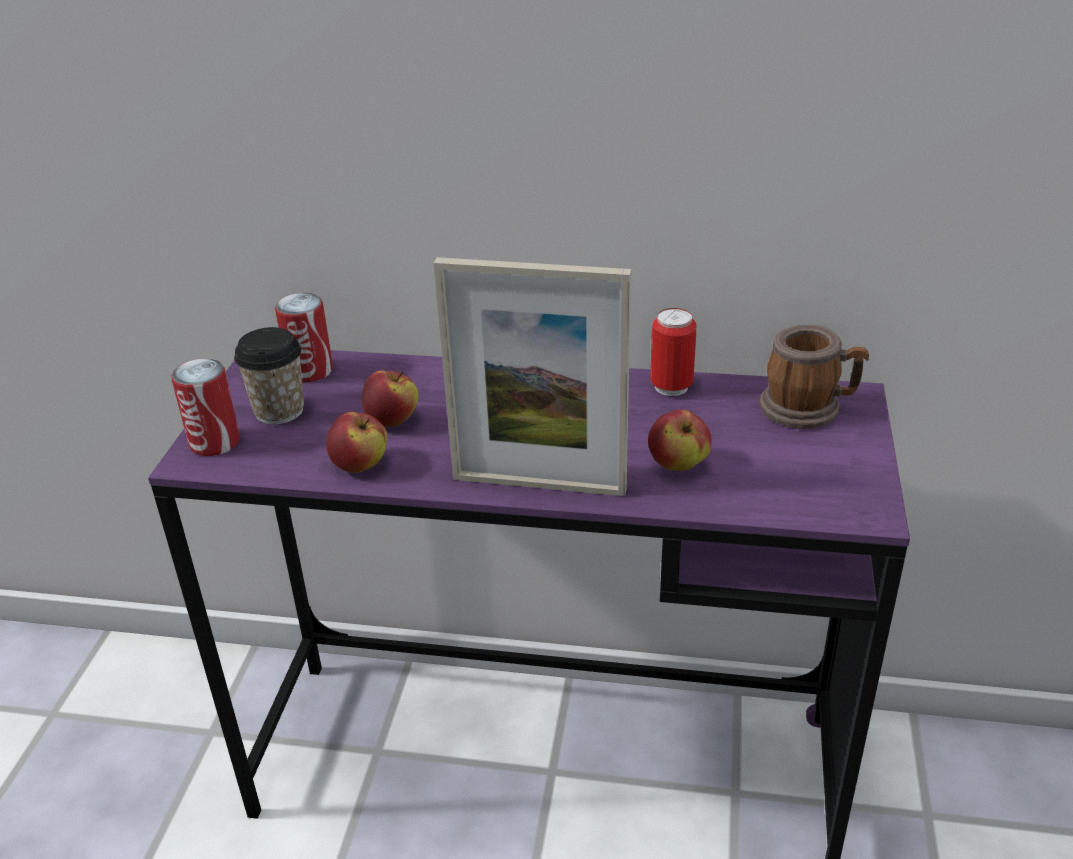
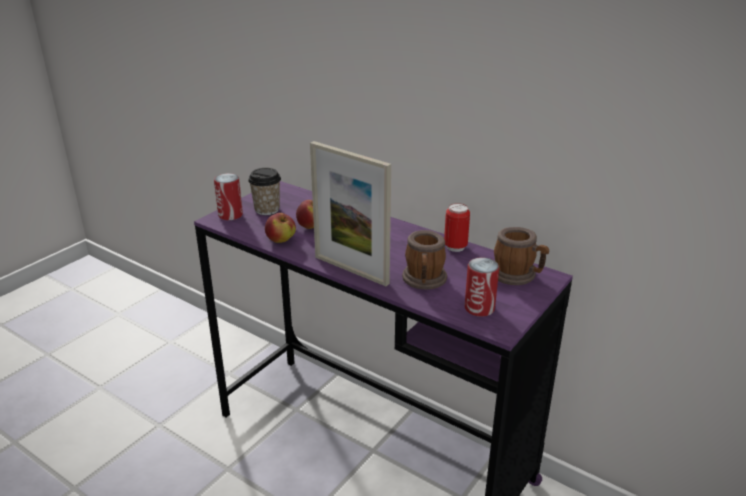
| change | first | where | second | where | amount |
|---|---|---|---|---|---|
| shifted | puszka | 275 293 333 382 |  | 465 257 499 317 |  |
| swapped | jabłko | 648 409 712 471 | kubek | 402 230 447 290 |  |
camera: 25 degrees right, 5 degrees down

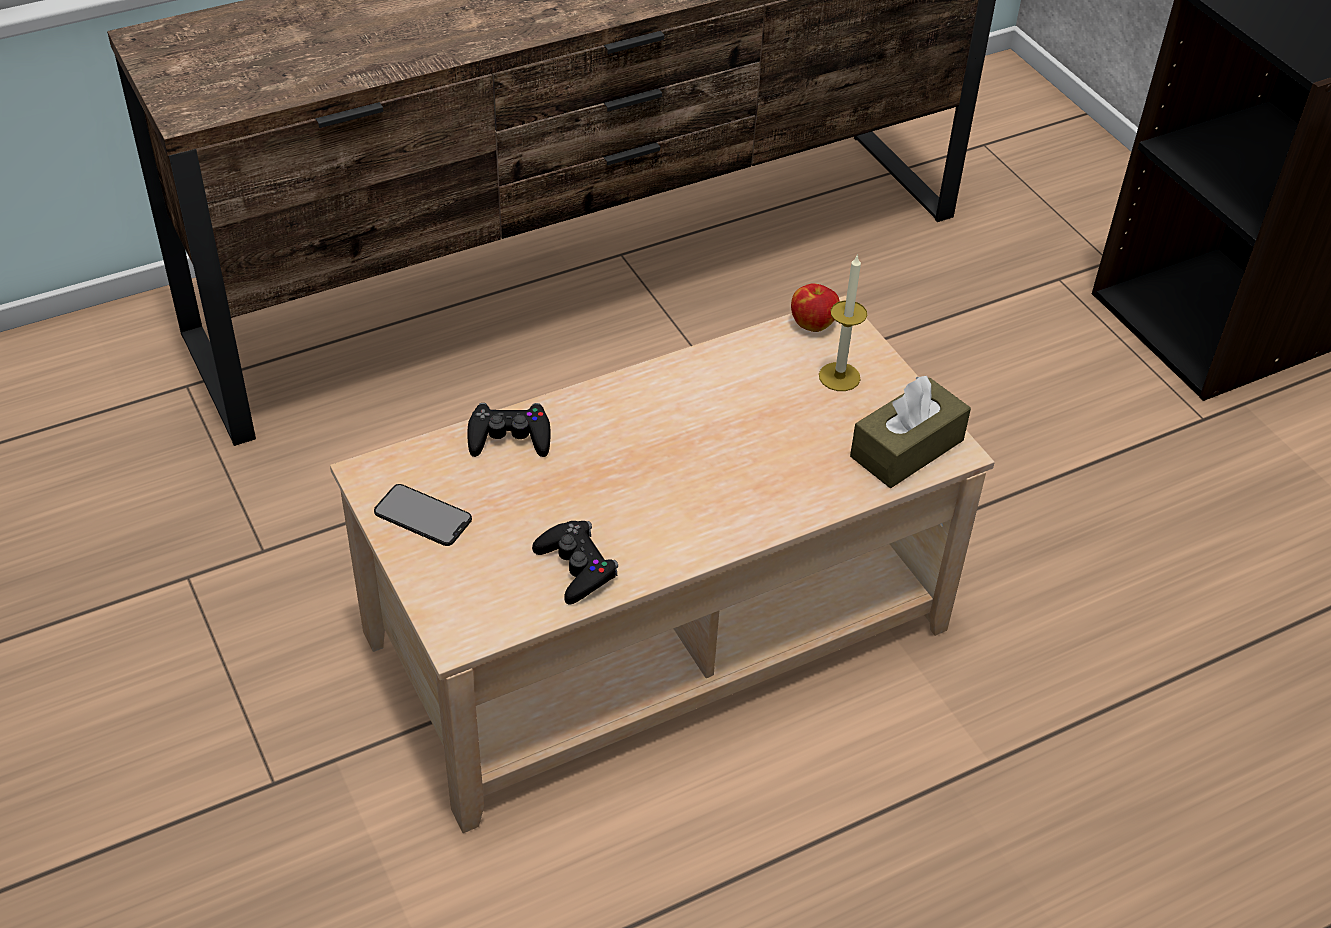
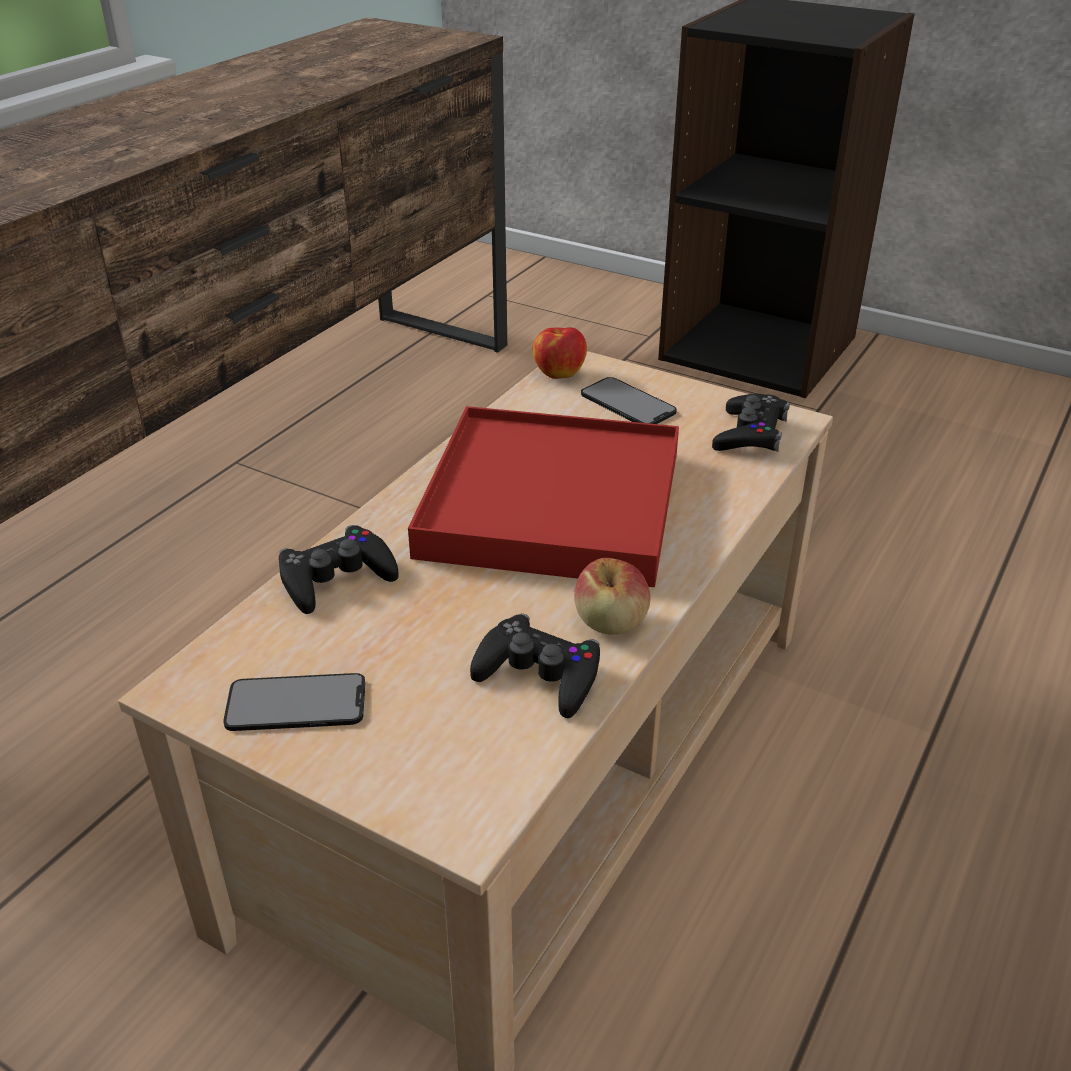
| change | first | where | second | where | amount |
|---|---|---|---|---|---|
| swapped | świeca | 819 254 867 391 | telefon | 581 377 677 424 |  |
| swapped | pudełko chusteczek (brązowy) | 850 376 971 488 | pad do gier (czarny) | 712 394 790 452 |  |
| new |  |  | taca (czerwony) | 408 406 679 587 |  |
| new |  |  | jabłko | 574 558 650 635 |  |
camera: 30 degrees left, 10 degrees down

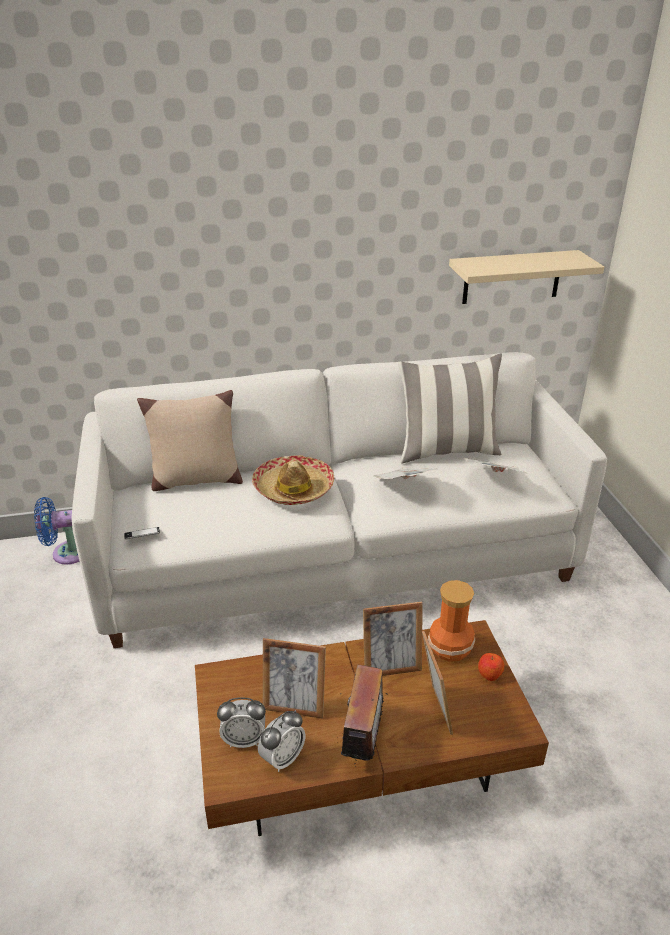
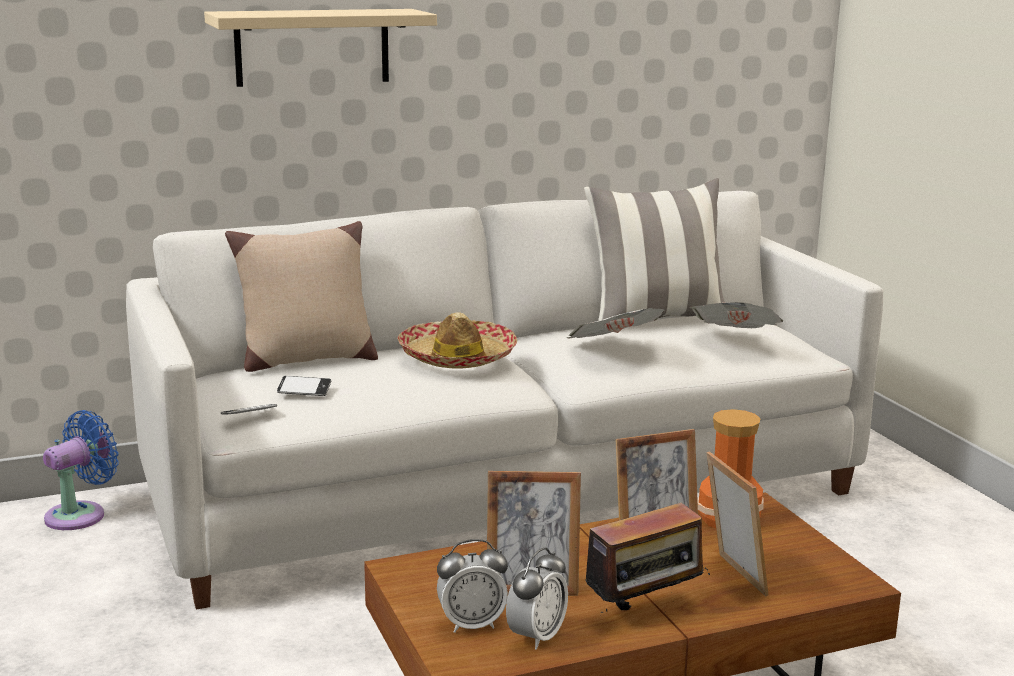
| change | first | where | second | where | amount |
|---|---|---|---|---|---|
| rotated | wentylator (niebieski) | 34 497 80 565 |  | 43 410 119 530 | 150 degrees clockwise |
| rotated | radio | 340 665 398 767 |  | 576 496 710 613 | 60 degrees clockwise |
| shifted | półka (beżowy) | 449 250 604 304 |  | 204 9 437 87 |  |
| gone | jabłko | 478 653 505 681 |  |  |  |
| new |  |  | telefon | 277 376 331 396 |  |
camera: 10 degrees left, 15 degrees down

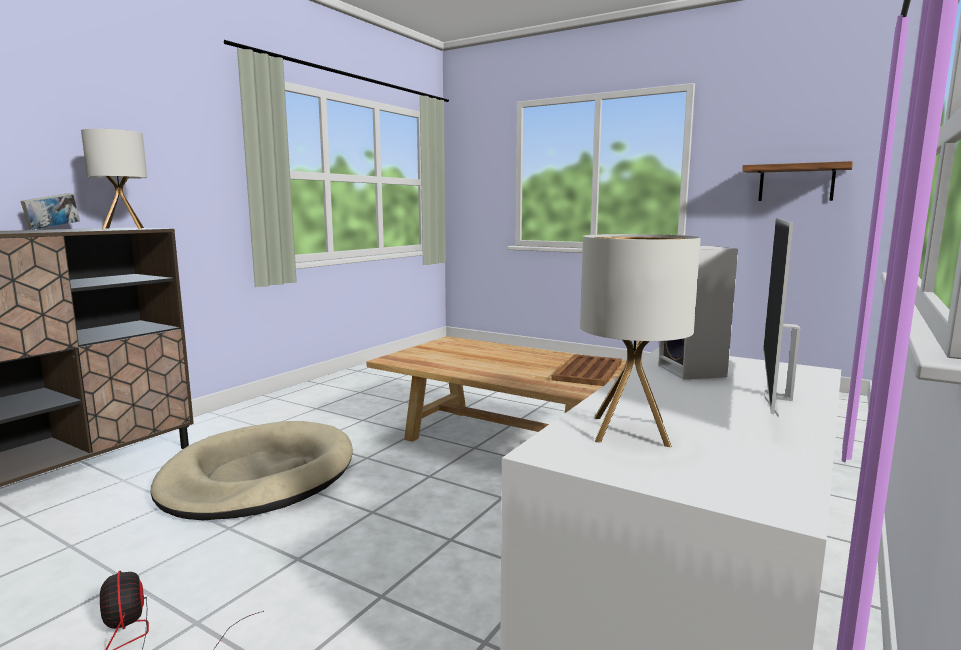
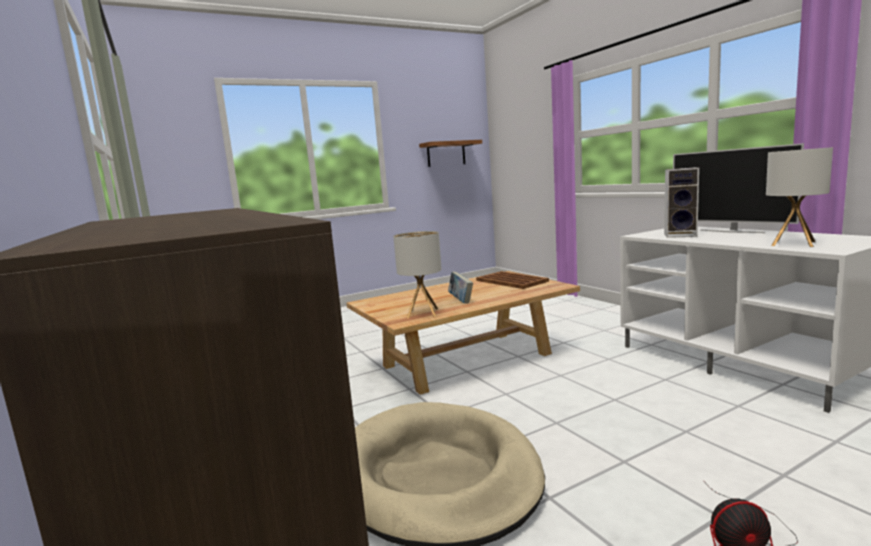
| change | first | where | second | where | amount |
|---|---|---|---|---|---|
| shifted | książka | 20 193 80 230 |  | 448 272 473 304 |  |
| shifted | lampa stołowa | 81 129 147 229 |  | 393 231 442 318 |  |
camera: 60 degrees left, 0 degrees up

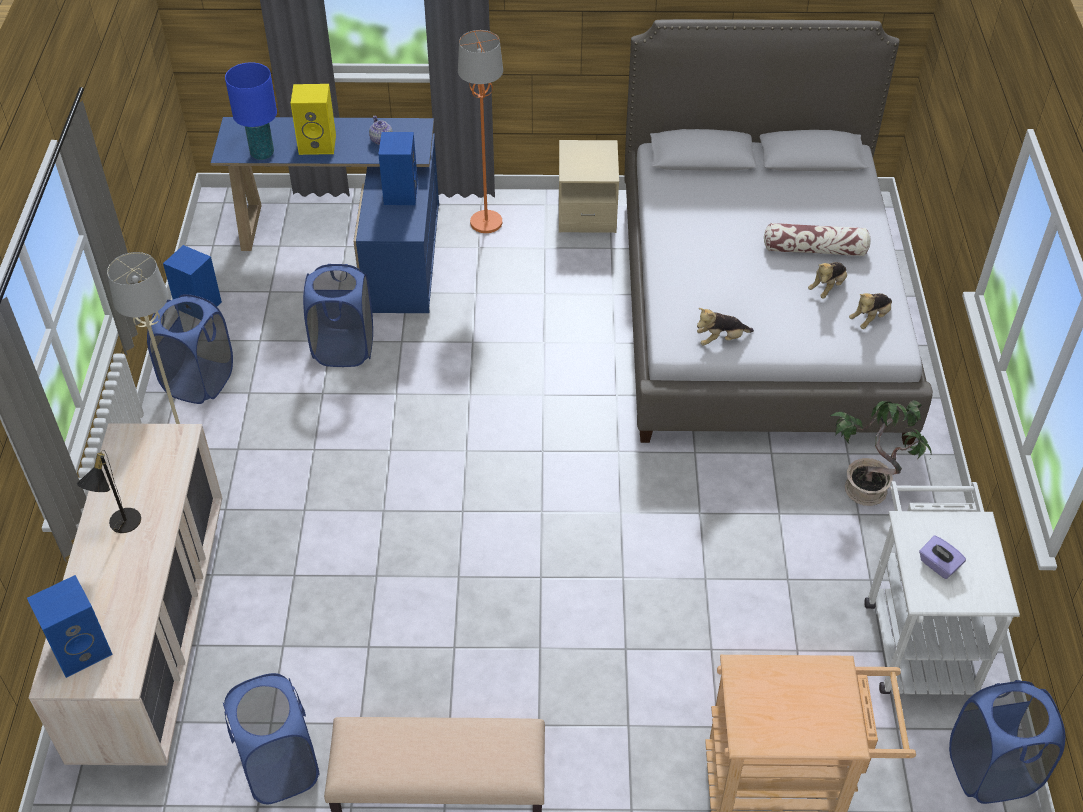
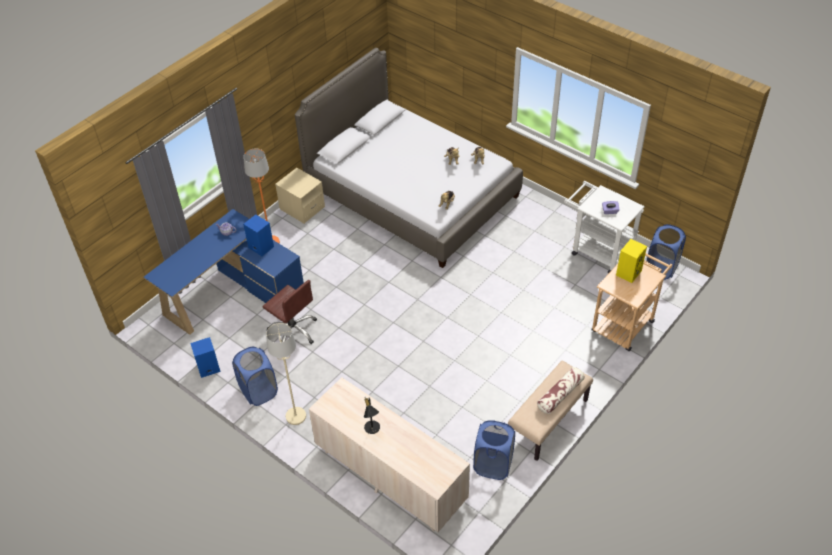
| change | first | where | second | where | amount |
|---|---|---|---|---|---|
| gone | głośnik (niebieski) | 27 575 113 678 |  |  |  |
| gone | lampa stołowa (niebieski) | 225 62 277 160 |  |  |  |
| shifted | głośnik (żółty) | 291 84 336 155 |  | 616 239 647 283 |  |
| swapped | kosz na pranie (niebieski) | 303 264 373 367 | krzesło biurowe (brązowy) | 262 280 317 344 |  |
| shifted | poduszka | 764 223 871 256 |  | 537 367 585 414 |  |
| gone | roślina doniczkowa | 829 400 931 506 |  |  |  |
camera: 50 degrees left, 0 degrees up

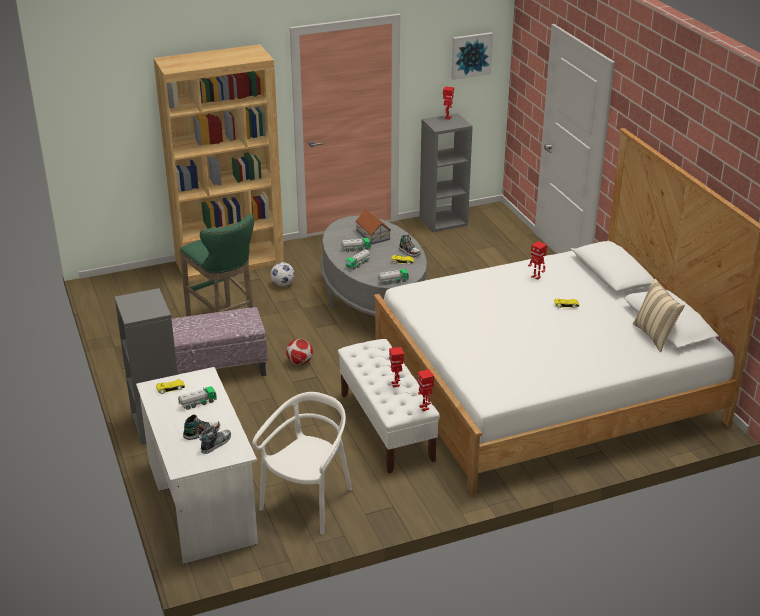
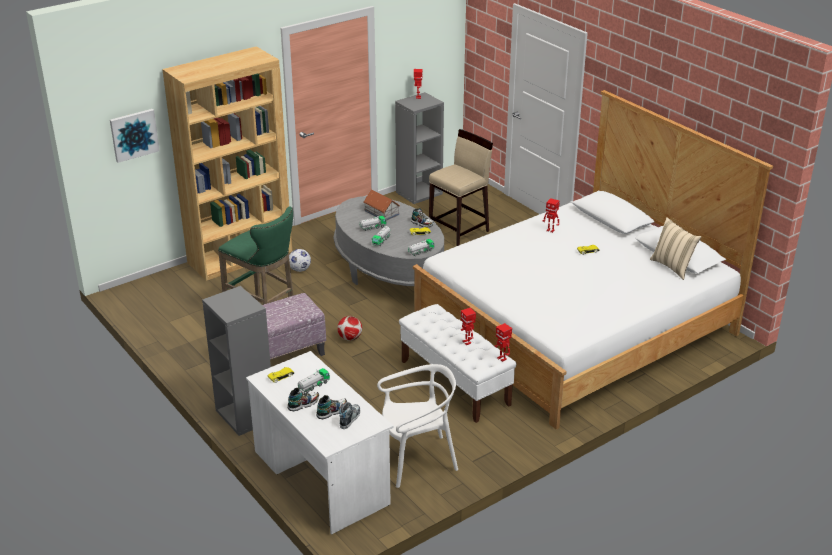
| change | first | where | second | where | amount |
|---|---|---|---|---|---|
| rotated | krzesło (biały) | 252 392 352 534 |  | 377 364 458 488 | 60 degrees clockwise |
| shifted | obraz | 451 32 493 80 |  | 110 109 160 163 |  |
| new |  |  | but | 287 388 319 411 |  |
| new |  |  | stołek (beżowy) | 429 129 493 246 |  |
camera: 15 degrees left, 0 degrees up

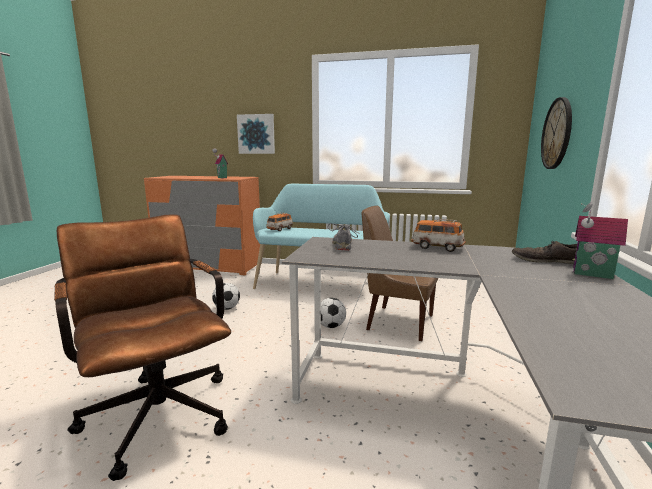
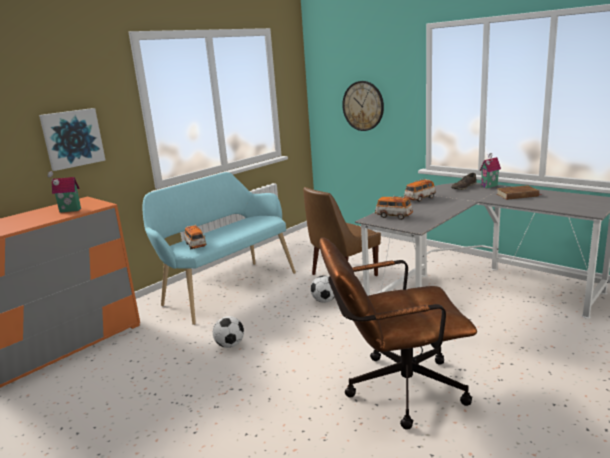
| change | first | where | second | where | amount |
|---|---|---|---|---|---|
| swapped | but (szary) | 328 223 362 251 | samochodzik | 375 196 413 220 |  |
| new |  |  | książka (brązowy) | 496 185 542 200 |  |
camera: 60 degrees left, 5 degrees up

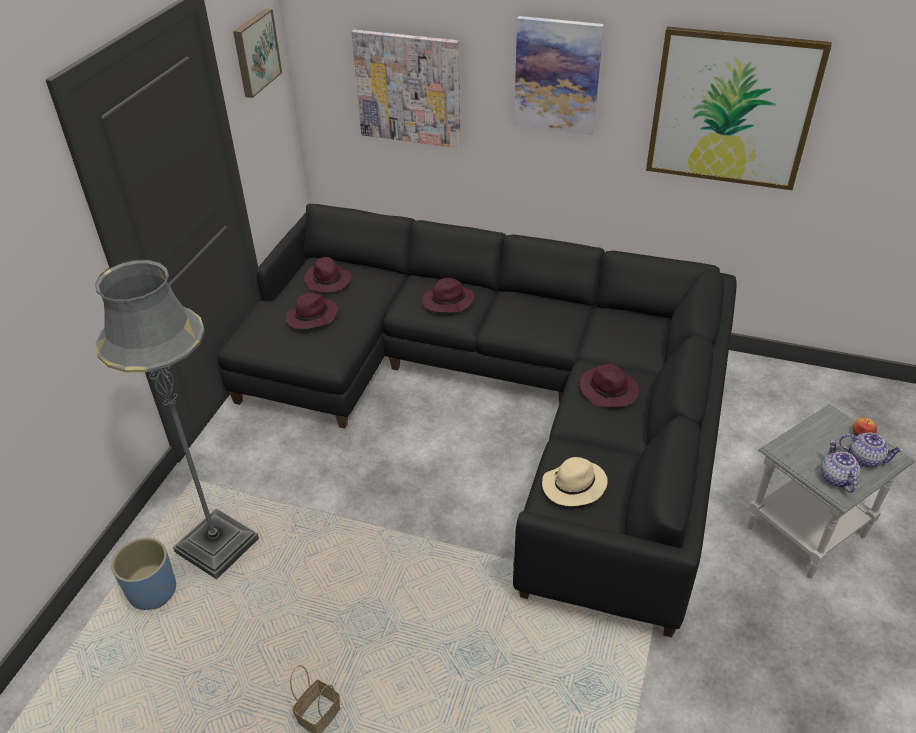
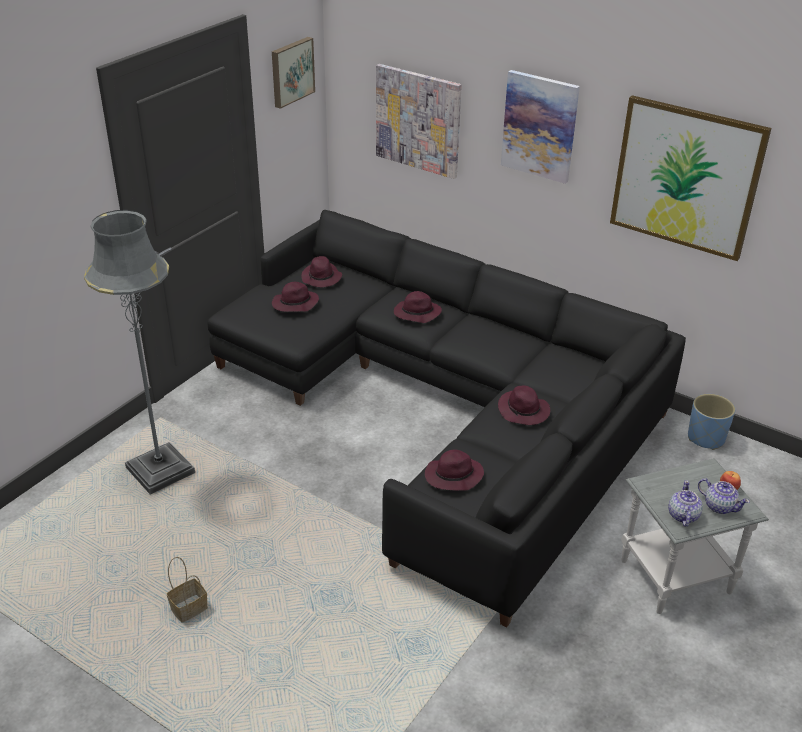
| change | first | where | second | where | amount |
|---|---|---|---|---|---|
| shifted | donica (niebieski) | 111 538 176 610 |  | 688 394 735 450 |  |
| repainted | kapelusz (beżowy) | 542 457 608 506 | kapelusz (fioletowy) | 425 450 484 491 |  |
camera: 15 degrees right, 5 degrees down

